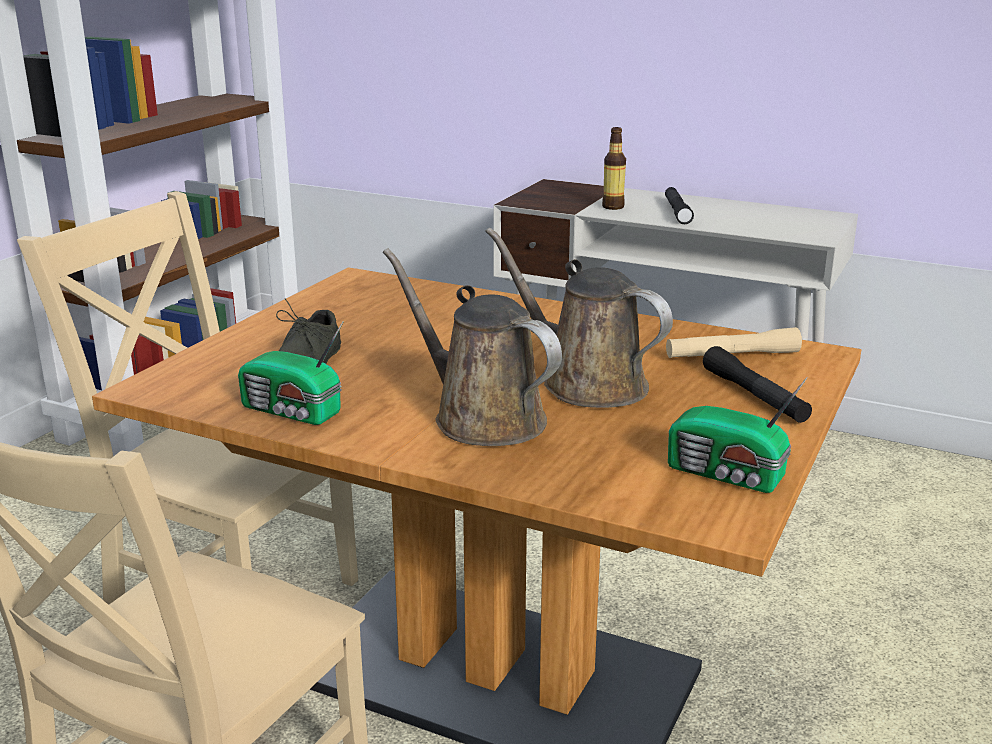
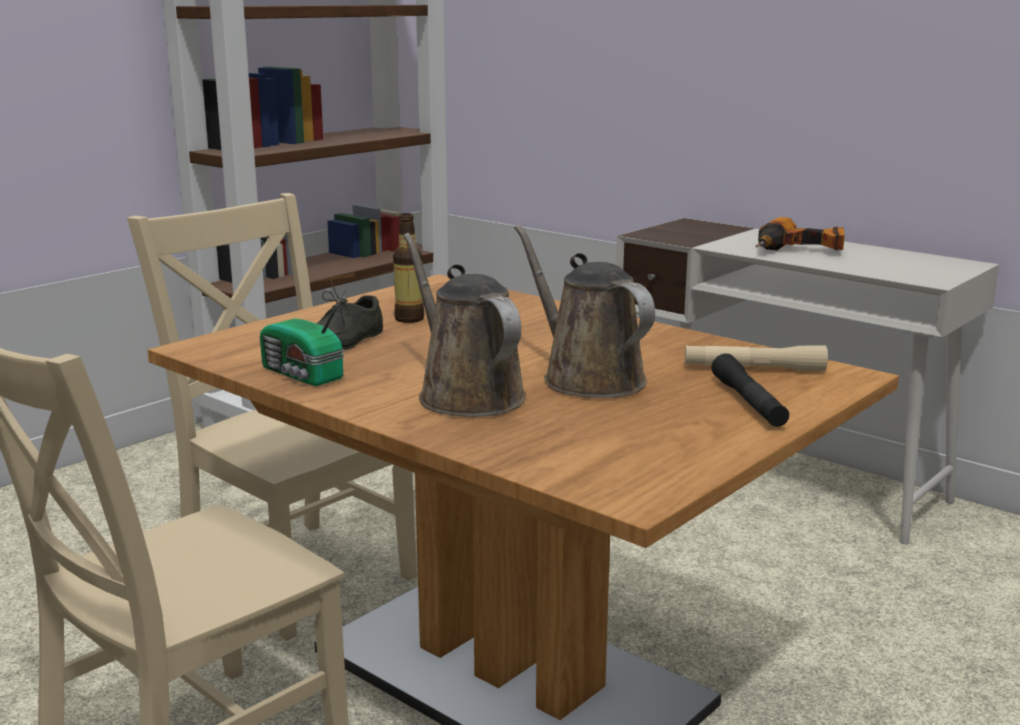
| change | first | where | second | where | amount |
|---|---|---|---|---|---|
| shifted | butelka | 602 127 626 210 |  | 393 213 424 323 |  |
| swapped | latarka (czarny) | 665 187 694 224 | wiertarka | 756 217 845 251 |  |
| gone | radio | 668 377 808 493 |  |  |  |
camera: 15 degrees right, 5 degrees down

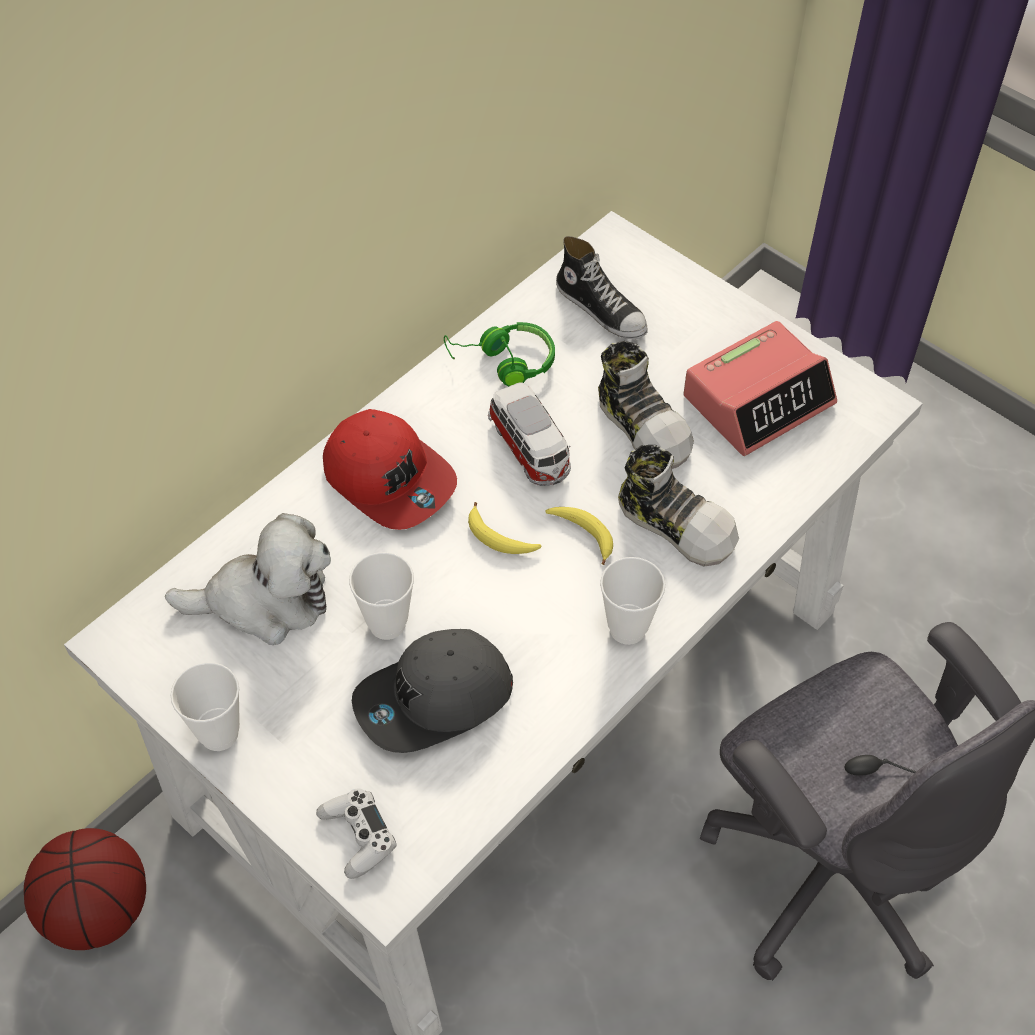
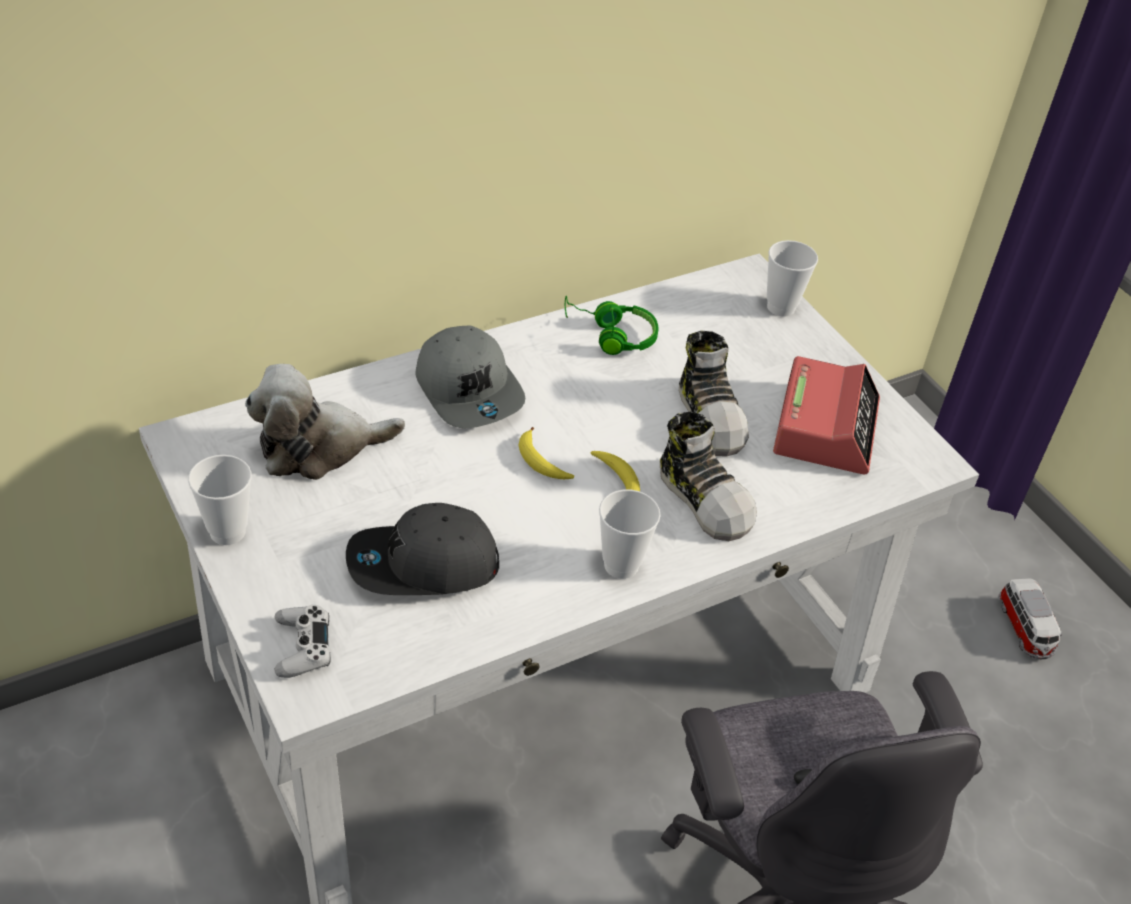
| change | first | where | second | where | amount |
|---|---|---|---|---|---|
| gone | piłka do koszykówki | 24 828 146 950 |  |  |  |
| rotated | pluszak | 165 513 331 645 |  | 245 364 405 480 | 150 degrees clockwise |
| repainted | czapka z daszkiem (czerwony) | 323 409 457 530 | czapka z daszkiem (szary) | 416 326 525 428 |  |
| shifted | filiżanka | 349 552 414 640 |  | 767 240 818 317 |  |
| shifted | samochodzik | 488 382 571 486 |  | 998 578 1062 659 |  |
| gone | but | 556 236 648 339 |  |  |  |
| rotated | budzik | 683 321 837 456 |  | 773 356 880 474 | 60 degrees counterclockwise |
camera: 15 degrees right, 10 degrees down

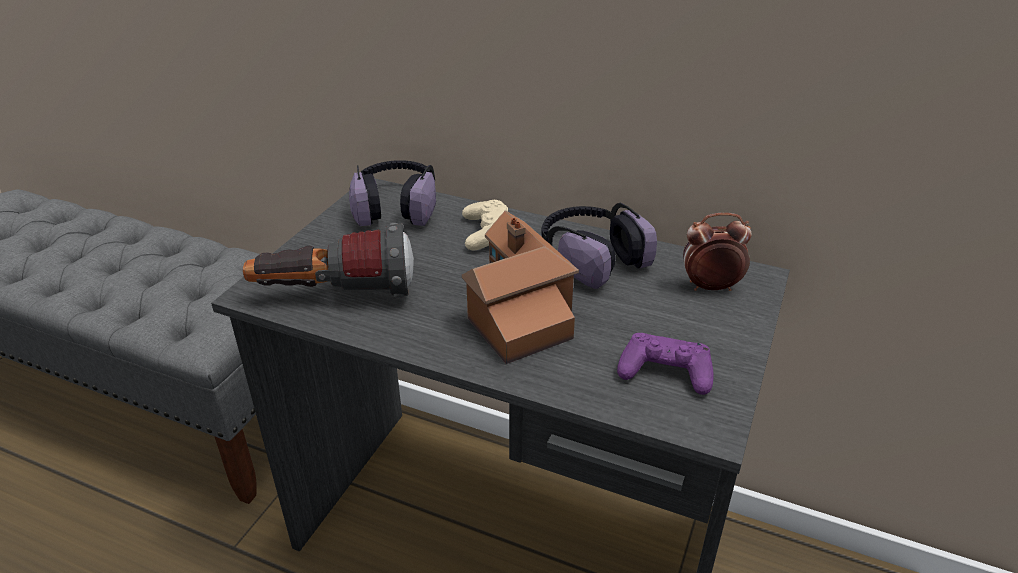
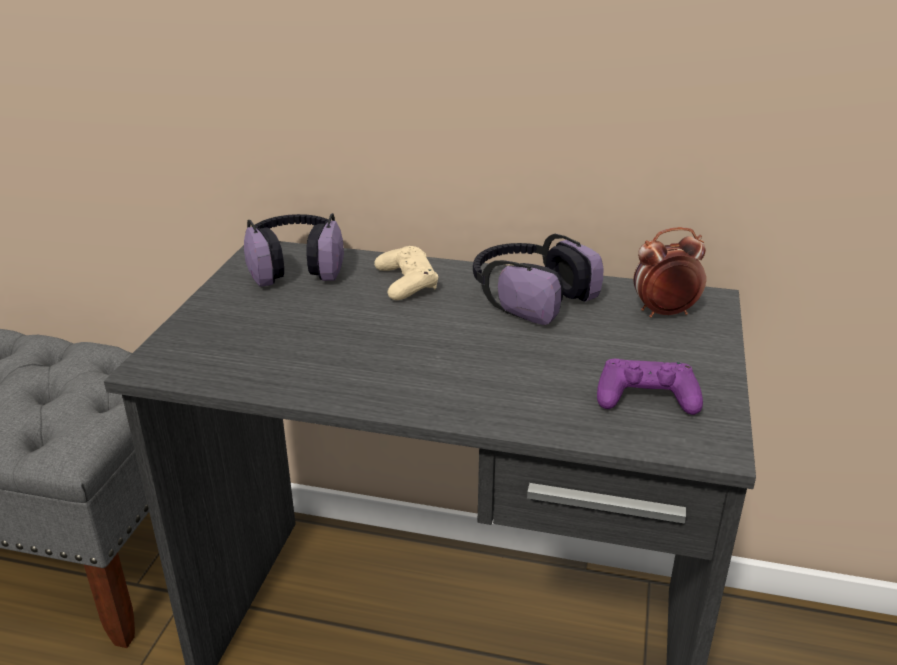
| change | first | where | second | where | amount |
|---|---|---|---|---|---|
| gone | latarka | 243 223 414 298 |  |  |  |
| gone | domek | 462 210 579 364 |  |  |  |
camera: 10 degrees left, 5 degrees down

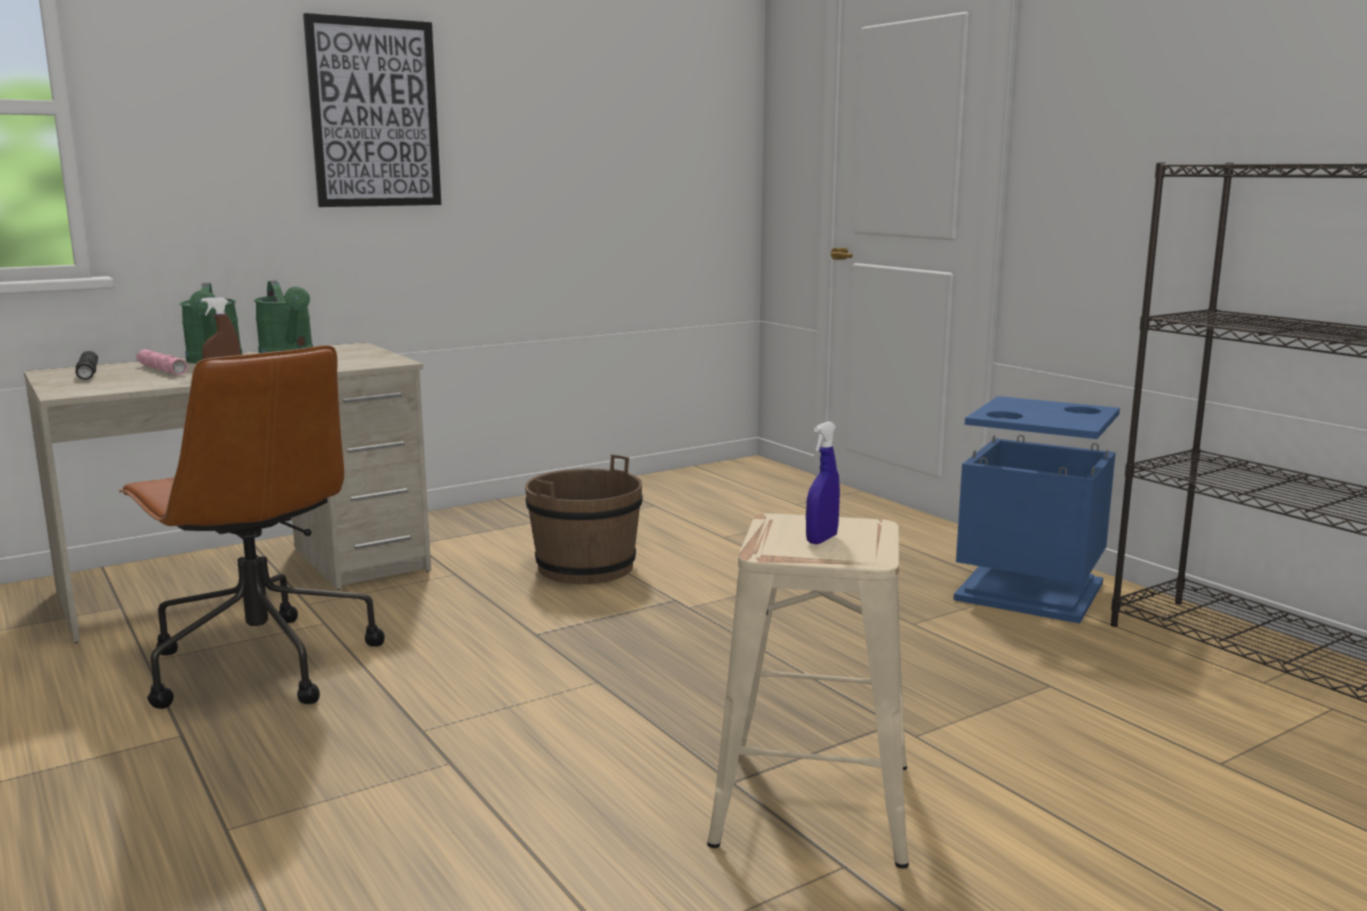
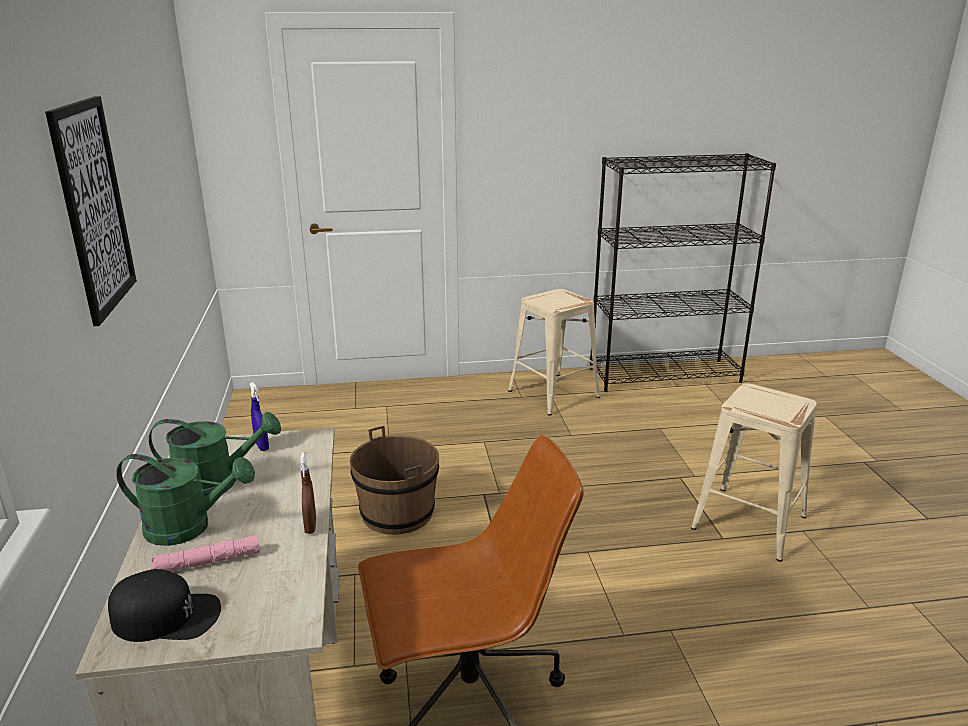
| change | first | where | second | where | amount |
|---|---|---|---|---|---|
| swapped | latarka (czarny) | 76 351 98 380 | czapka z daszkiem (czarny) | 108 569 221 642 |  |
| shifted | spryskiwacz (niebieski) | 806 422 840 544 |  | 250 382 269 451 |  |
| swapped | kosz na śmieci (niebieski) | 953 396 1120 624 | stołek (beżowy) | 508 289 600 416 |  |
camera: 65 degrees left, 10 degrees up

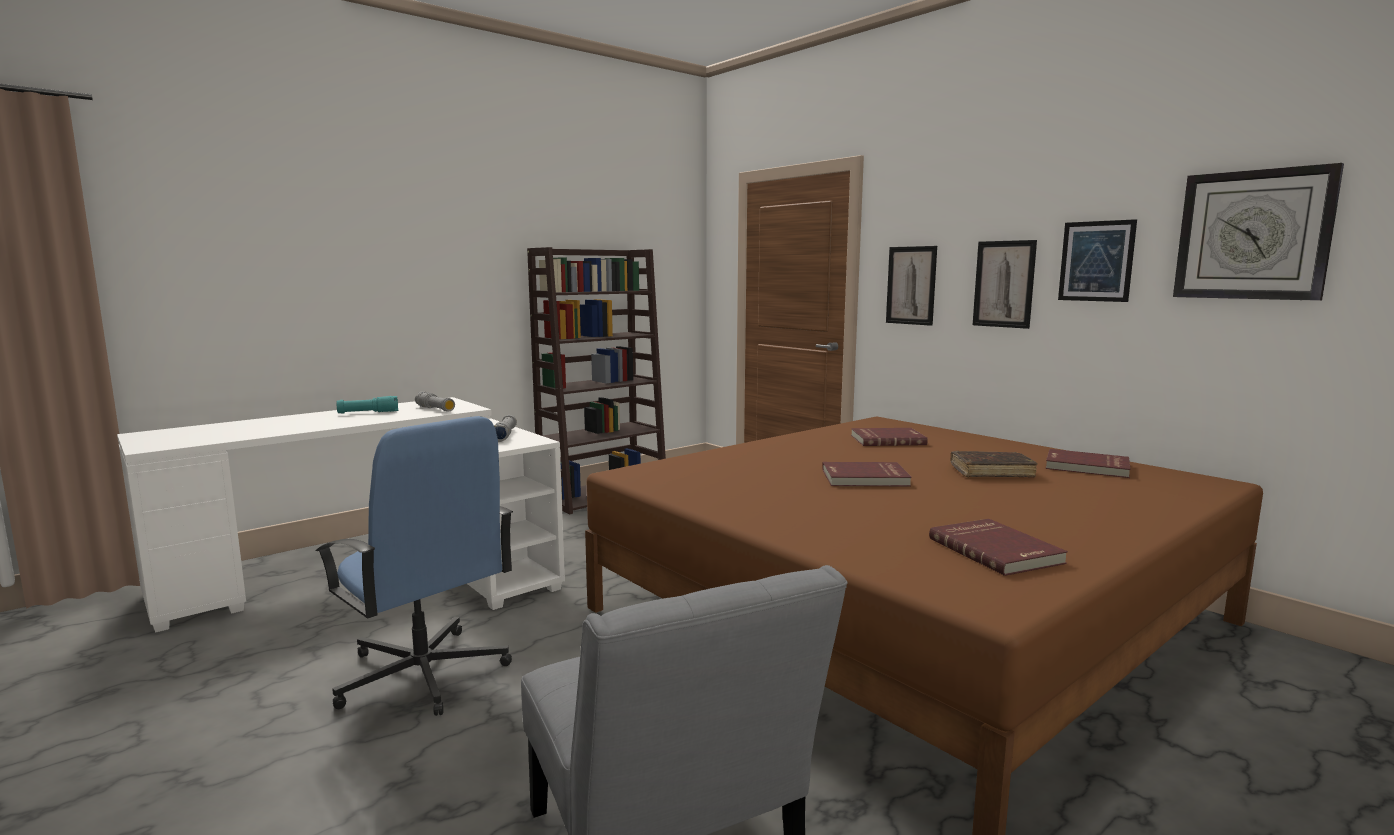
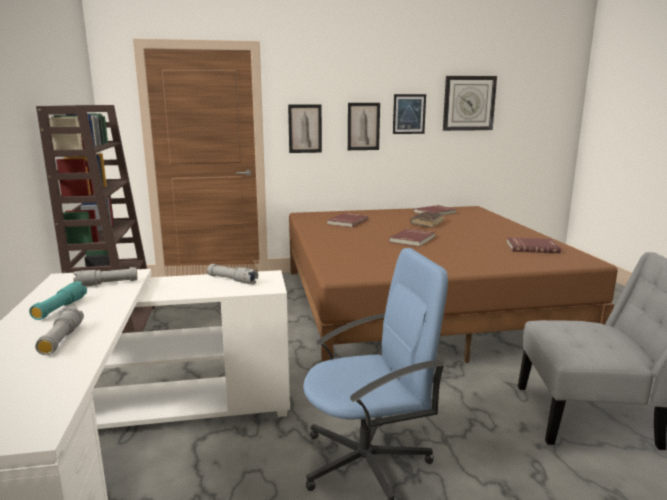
| change | first | where | second | where | amount |
|---|---|---|---|---|---|
| new |  |  | latarka (szary) | 35 307 84 355 |  |
camera: 60 degrees left, 5 degrees up

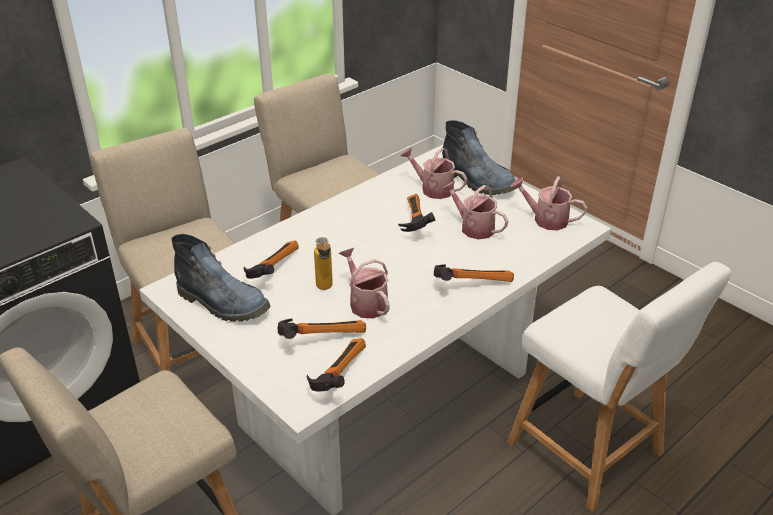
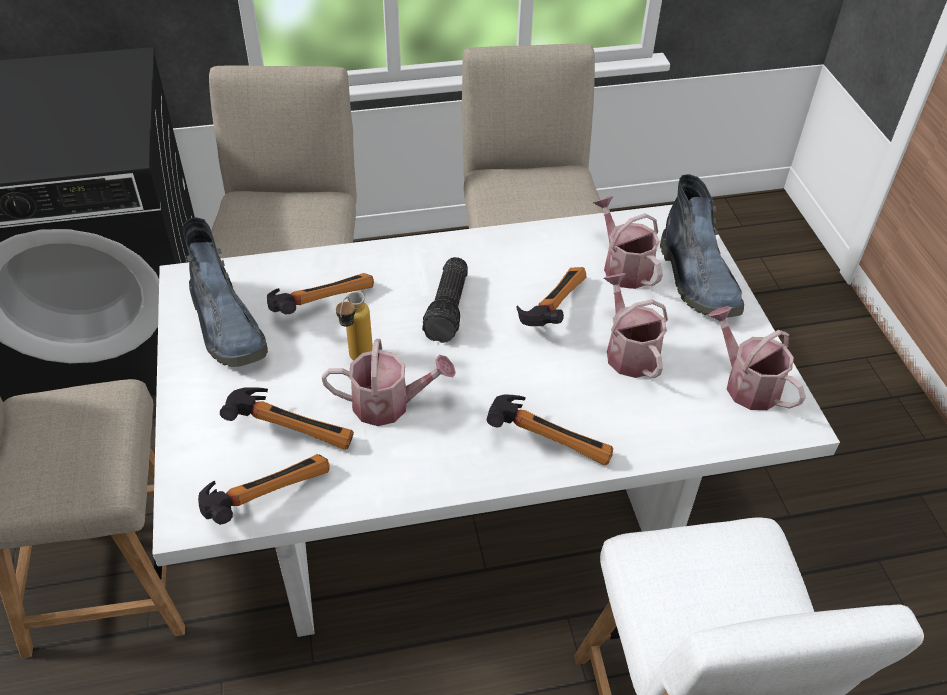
| change | first | where | second | where | amount |
|---|---|---|---|---|---|
| rotated | konewka | 339 248 390 319 |  | 322 339 456 426 | 90 degrees clockwise |
| new |  |  | latarka | 422 257 468 343 |  |
camera: 30 degrees right, 10 degrees up

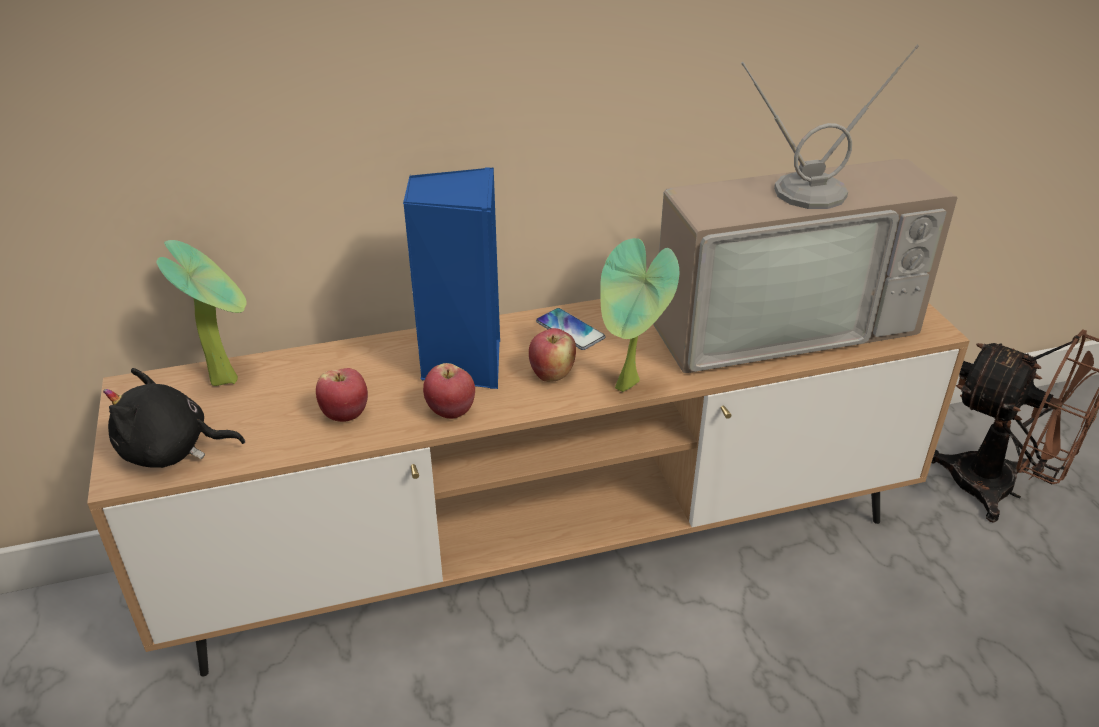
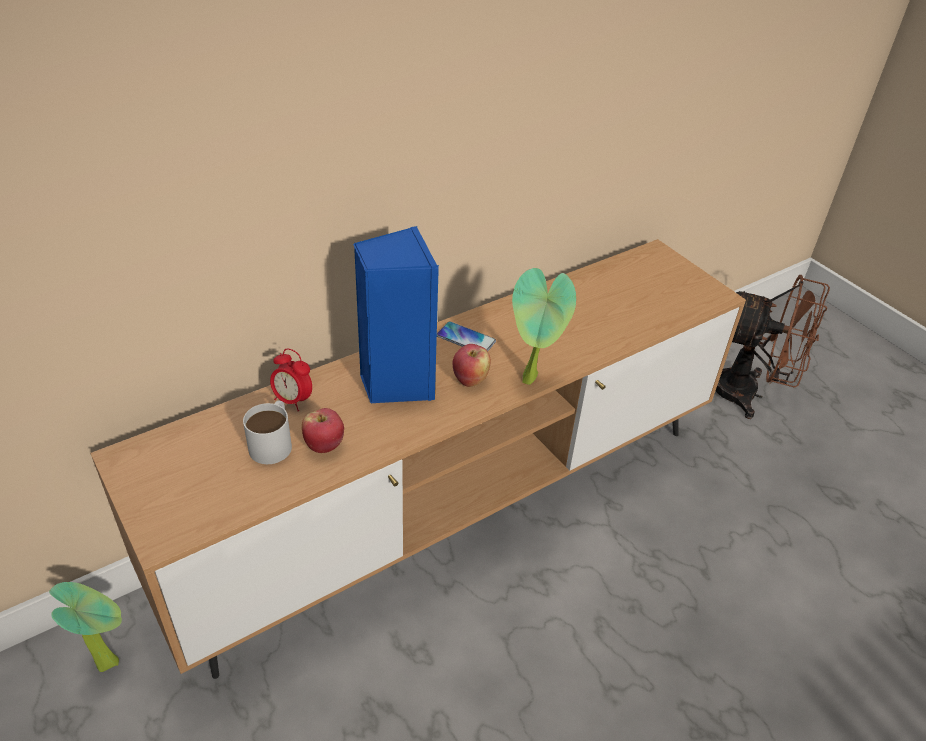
| change | first | where | second | where | amount |
|---|---|---|---|---|---|
| gone | pluszak (czarny) | 103 368 245 468 |  |  |  |
| shifted | roślina doniczkowa | 156 240 247 386 |  | 49 582 122 672 |  |
| gone | jabłko | 423 363 475 419 |  |  |  |
| gone | telewizor | 653 45 957 373 |  |  |  |
| new |  |  | kubek (biały) | 243 400 292 464 |  |
| new |  |  | budzik | 270 348 312 411 |  |
camera: 20 degrees left, 5 degrees up

